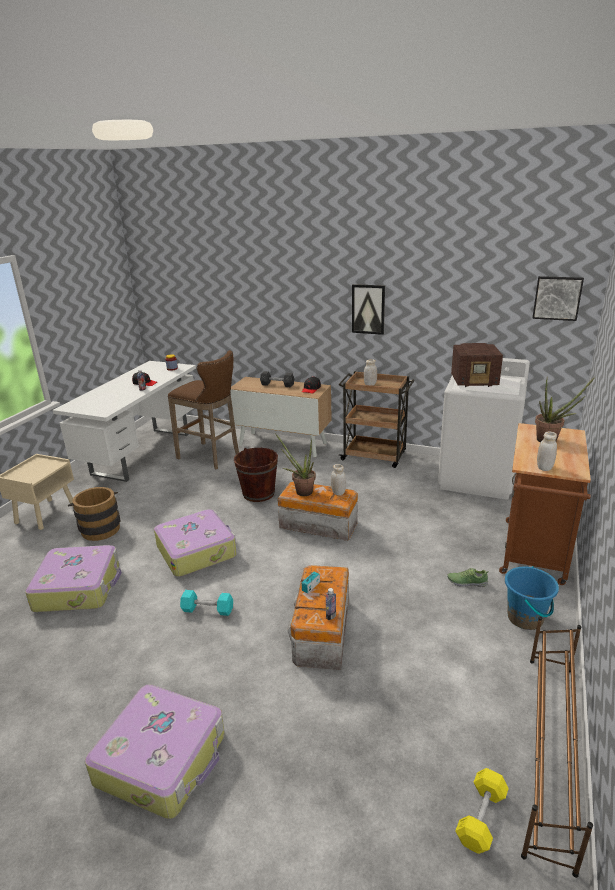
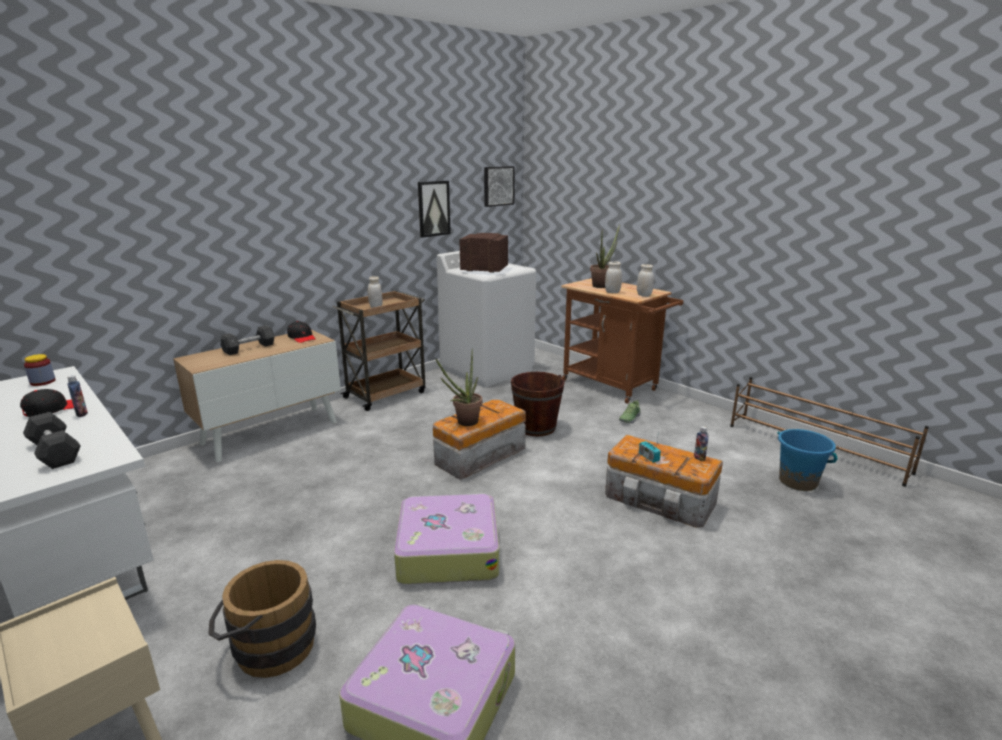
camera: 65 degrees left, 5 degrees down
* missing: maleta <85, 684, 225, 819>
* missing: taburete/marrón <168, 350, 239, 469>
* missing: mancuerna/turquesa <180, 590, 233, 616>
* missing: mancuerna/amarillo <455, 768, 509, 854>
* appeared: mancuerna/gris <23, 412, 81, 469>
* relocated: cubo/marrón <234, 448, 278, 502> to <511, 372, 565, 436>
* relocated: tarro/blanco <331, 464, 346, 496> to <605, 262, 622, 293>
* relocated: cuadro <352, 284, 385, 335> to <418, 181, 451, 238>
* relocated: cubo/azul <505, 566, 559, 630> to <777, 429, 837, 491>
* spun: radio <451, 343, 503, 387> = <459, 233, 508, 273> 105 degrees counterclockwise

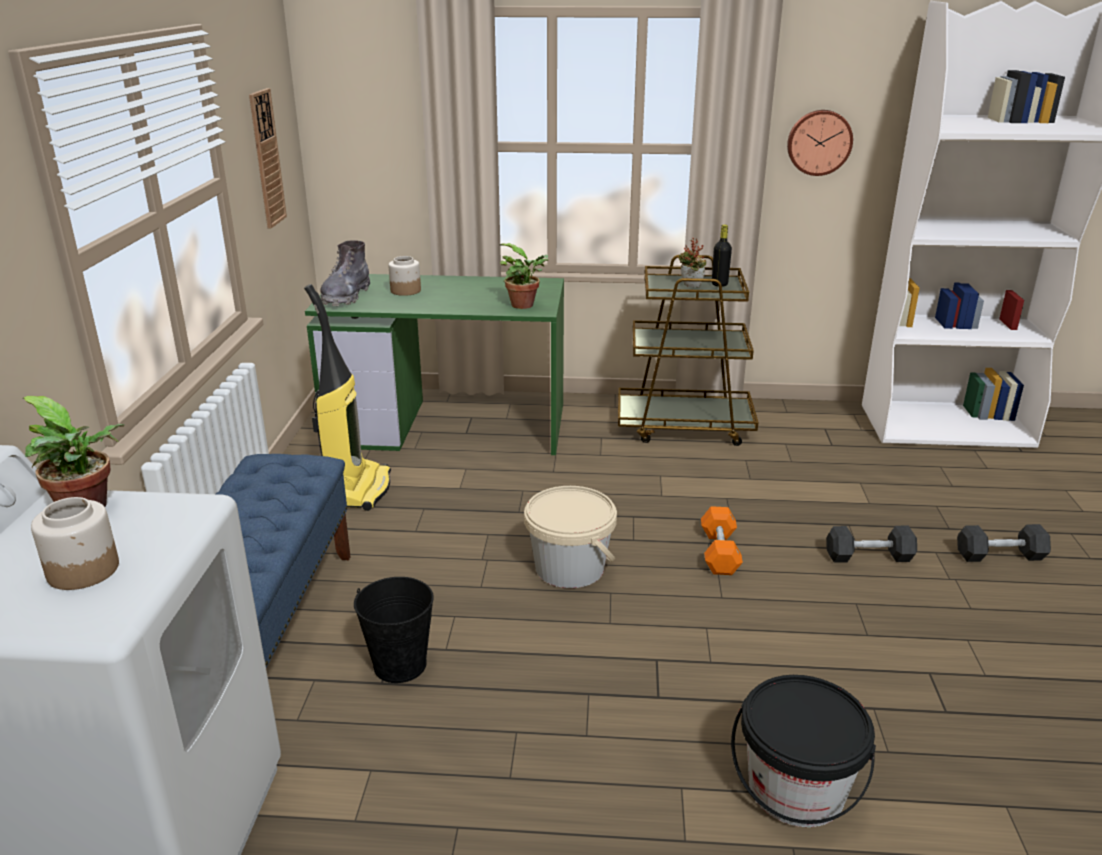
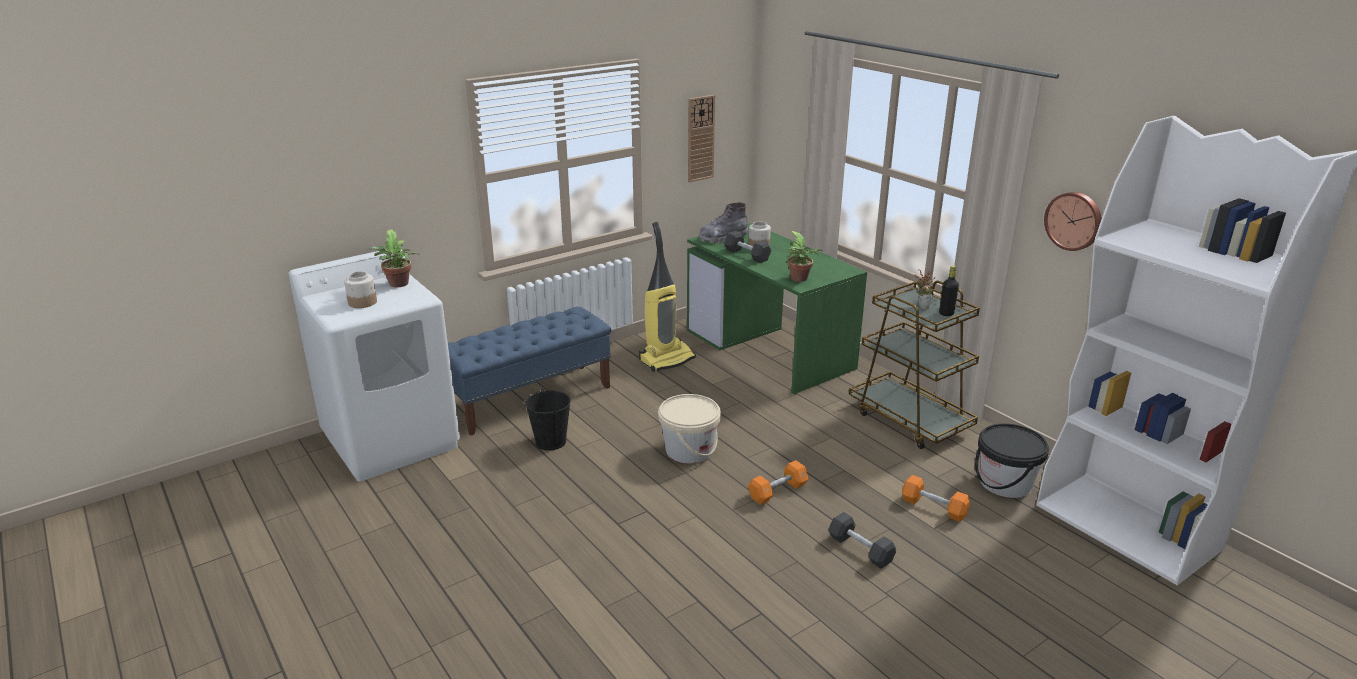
camera: 50 degrees right, 0 degrees up
* appeared: mancuerna/naranja <902, 475, 970, 522>
* relocated: cubo/negro <731, 675, 876, 827> to <975, 423, 1049, 498>
* relocated: mancuerna/negro <957, 524, 1051, 562> to <724, 231, 772, 263>

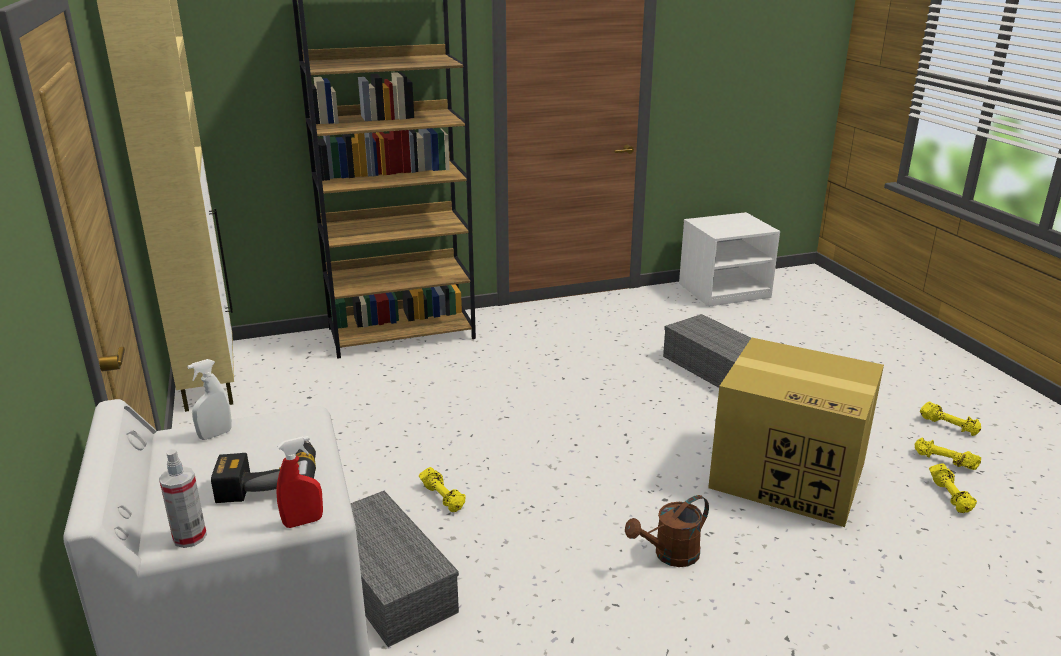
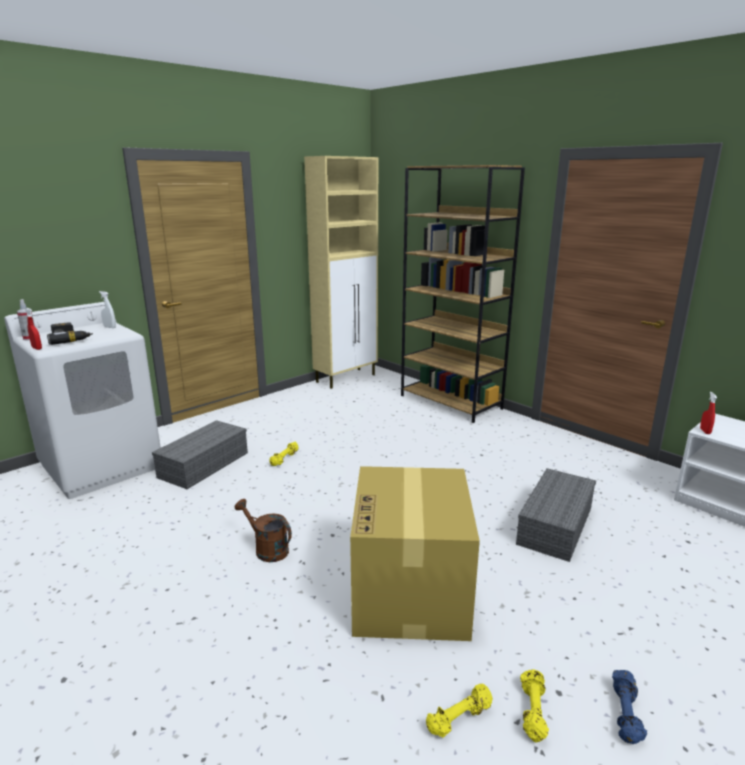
camera: 65 degrees right, 5 degrees down
* appeared: pulverizador/rojo <700, 392, 717, 434>
* colour: mancuerna/amarillo <920, 401, 981, 436> to mancuerna/azul <612, 670, 647, 744>

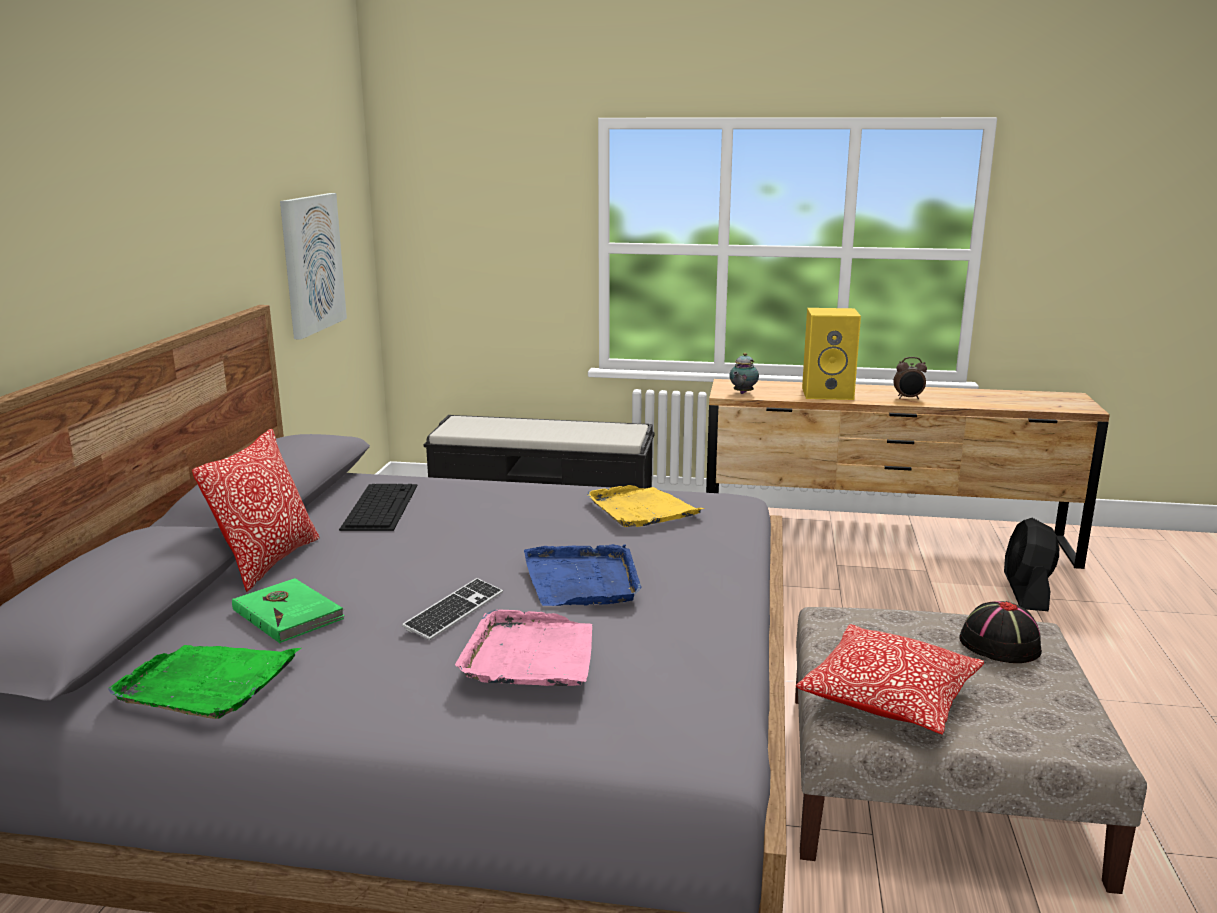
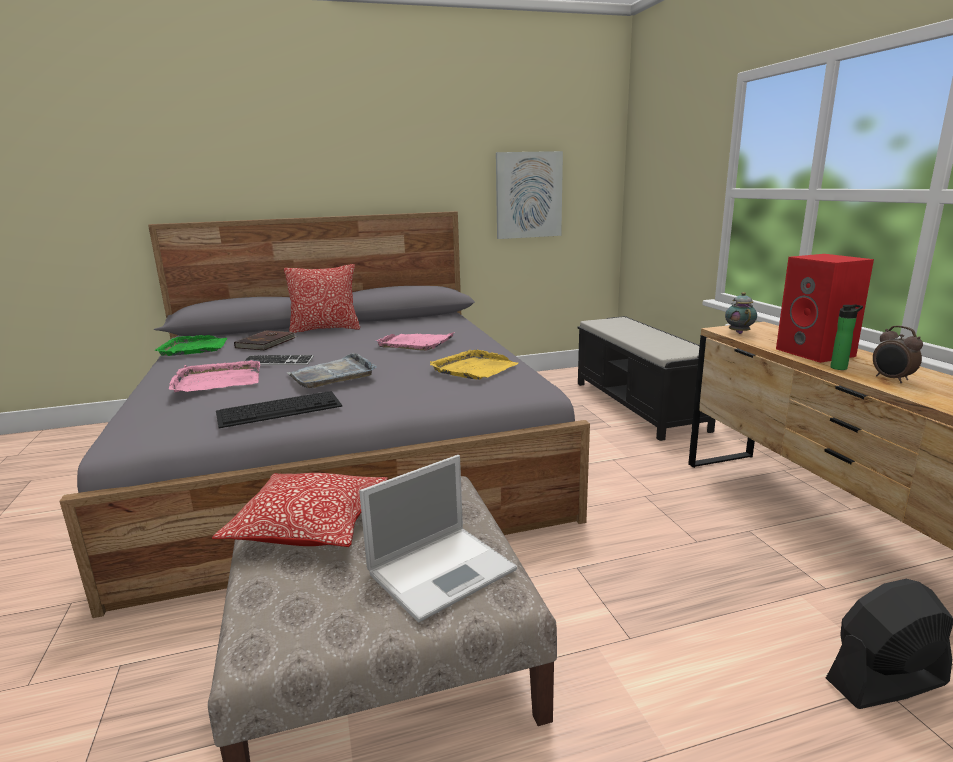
camera: 65 degrees right, 0 degrees up
* appeared: bandeja/rosa <376, 332, 455, 351>
* appeared: botella <830, 304, 863, 370>
* relocated: teclado <339, 484, 418, 531> to <216, 391, 343, 428>
* exchanged: sombrero/negro <959, 601, 1042, 663> to portátil <359, 455, 517, 623>
* colour: libro/verde <232, 578, 345, 643> to libro/marrón <234, 330, 298, 350>
* colour: bandeja/azul <524, 544, 641, 606> to bandeja/gris <287, 353, 377, 388>
* colour: altavoz/amarillo <802, 308, 861, 400> to altavoz/rojo <776, 254, 874, 363>
* spun: tetera <729, 353, 759, 394> = <725, 292, 757, 334> 90 degrees clockwise

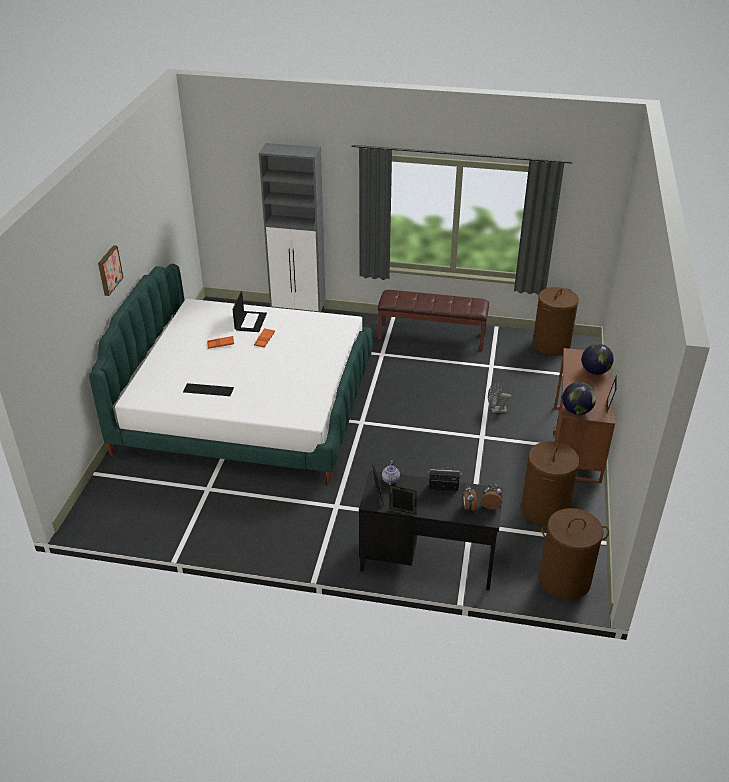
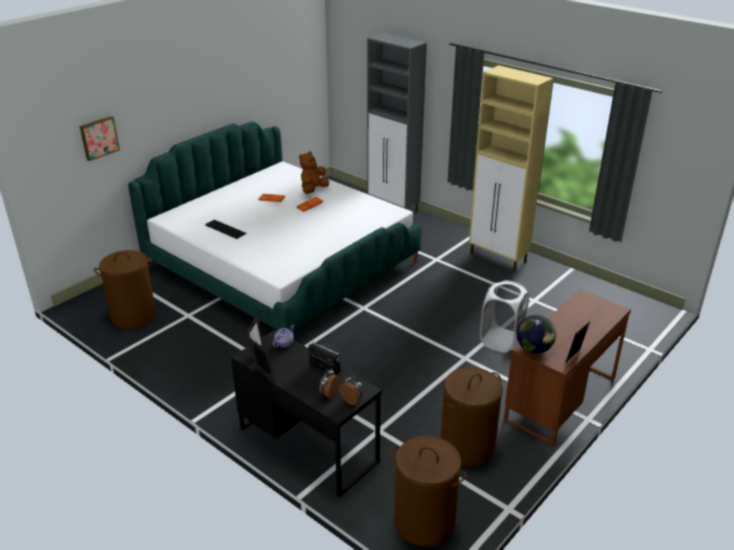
camera: 30 degrees right, 5 degrees down
* missing: globo terráqueo <581, 344, 614, 375>
* relocated: cuadro <98, 245, 124, 296> to <80, 116, 120, 161>
* relocated: cesto de la ropa/marrón <533, 287, 579, 355> to <94, 250, 156, 329>
* exchanged: portátil <233, 291, 267, 332> to peluche/marrón <299, 151, 329, 194>
* exchanged: banco/marrón <378, 290, 489, 351> to armario/beis <469, 65, 553, 271>
* exchanged: ventilador/gris <488, 382, 512, 413> to cesto de la ropa/blanco <480, 280, 529, 353>

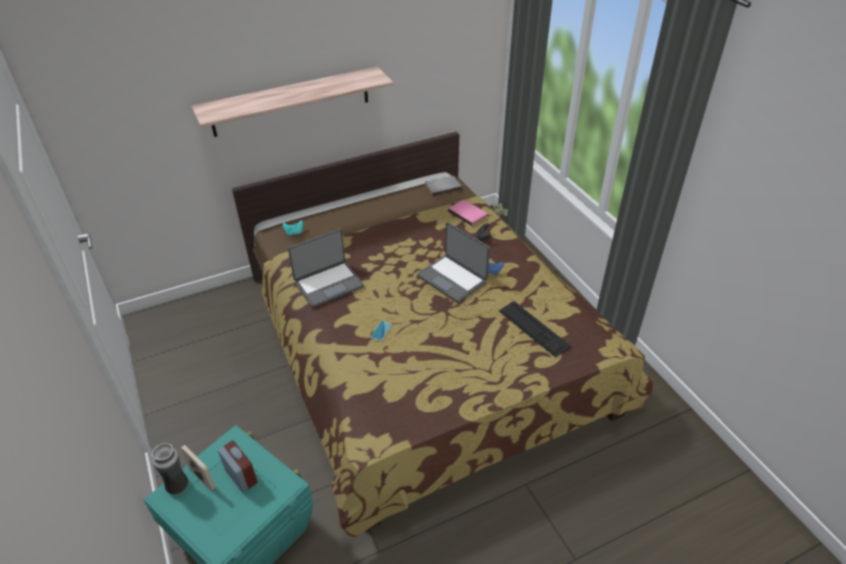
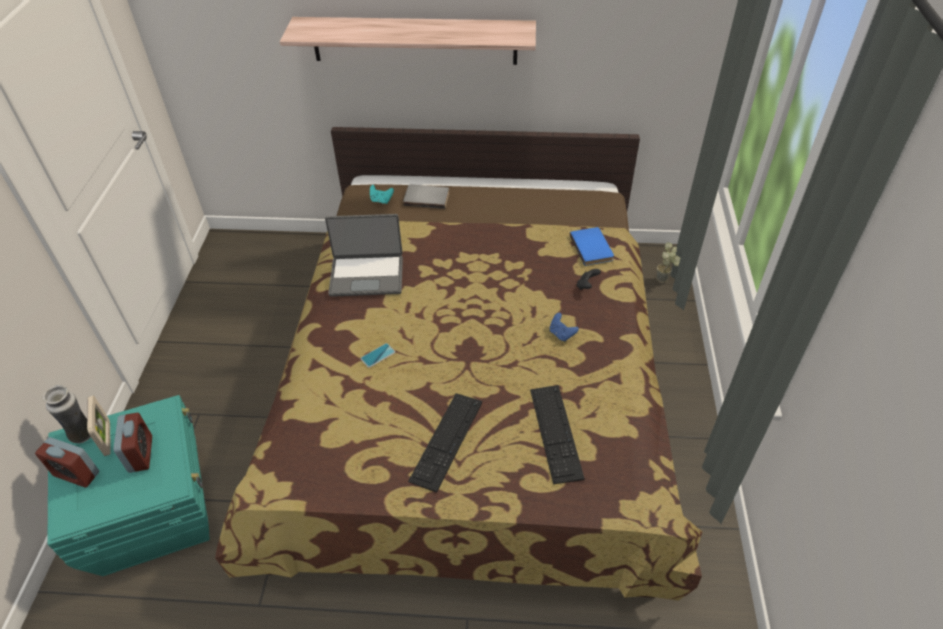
camera: 30 degrees right, 5 degrees up
* missing: portátil <417, 222, 490, 303>
* appeared: despertador <35, 437, 99, 487>
* appeared: teclado <408, 393, 482, 493>
* relocated: libro/gris <425, 176, 462, 196> to <403, 185, 449, 209>
* colour: libro/rosa <448, 200, 487, 226> to libro/azul <570, 227, 614, 266>

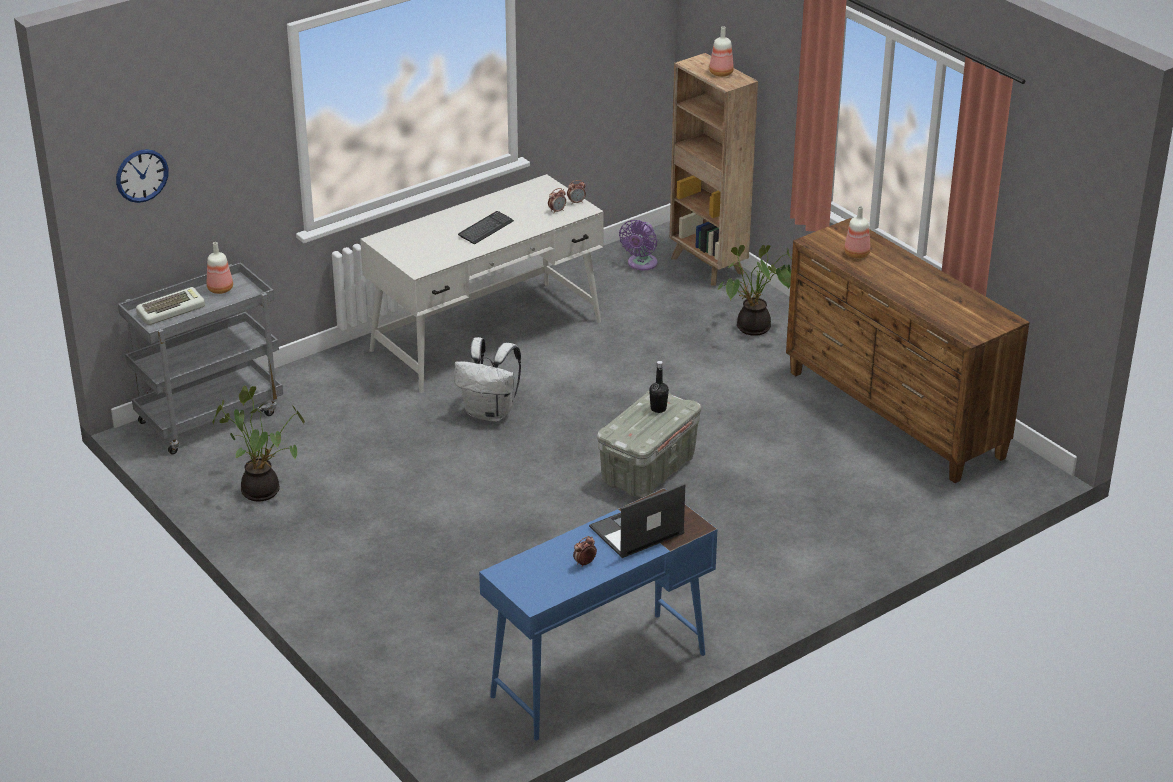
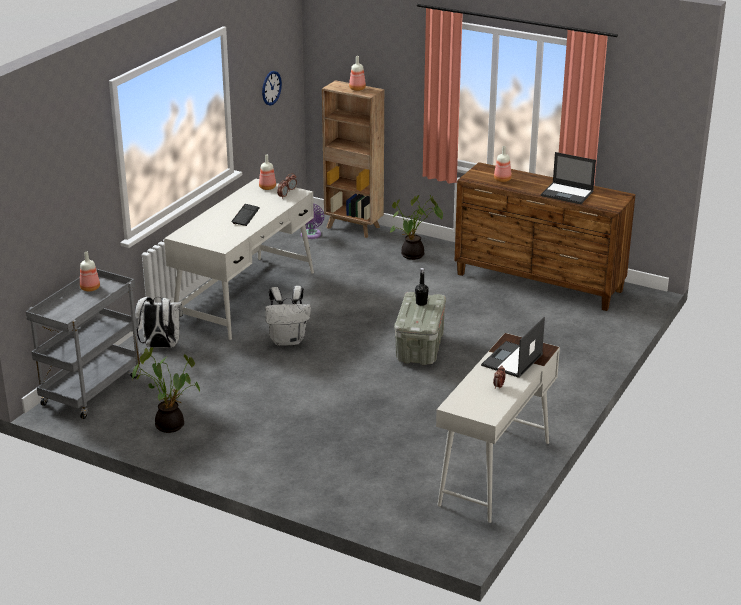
camera: 25 degrees left, 5 degrees down
* missing: teclado <136, 287, 205, 325>
* appeared: mochila/blanco <135, 297, 183, 348>
* appeared: botella <259, 155, 276, 190>
* appeared: portátil <541, 152, 596, 204>
* relocated: reloj de pared <116, 149, 169, 203> to <262, 71, 282, 106>
* colour: escritorio/azul <479, 488, 717, 740> to escritorio/blanco <436, 333, 560, 523>

